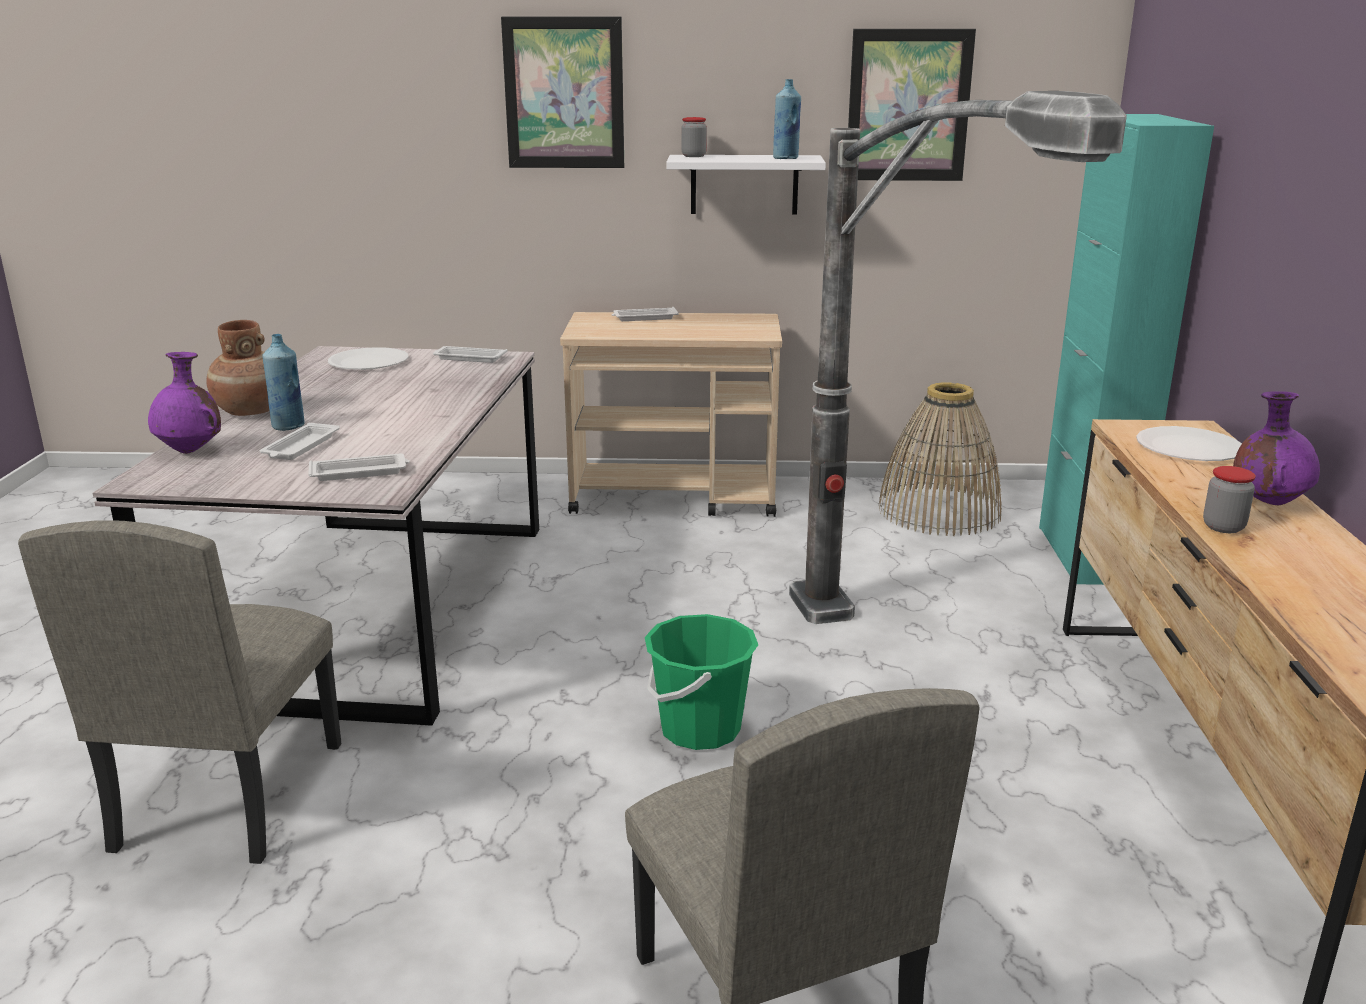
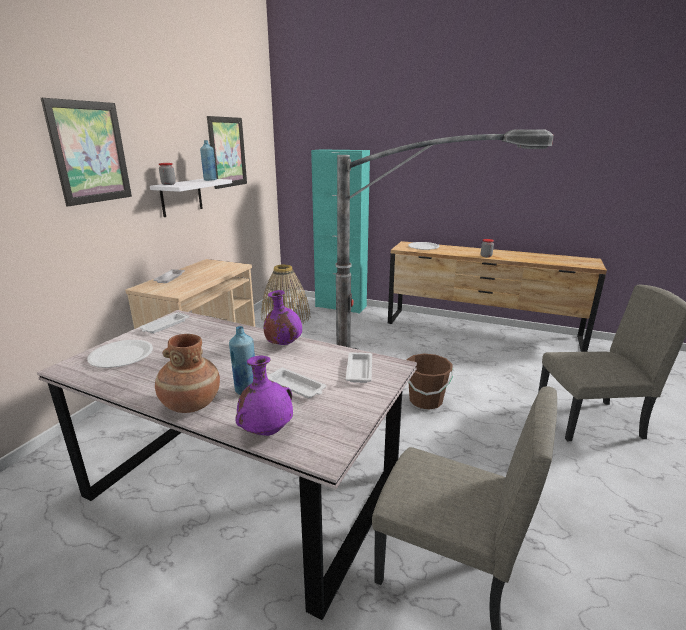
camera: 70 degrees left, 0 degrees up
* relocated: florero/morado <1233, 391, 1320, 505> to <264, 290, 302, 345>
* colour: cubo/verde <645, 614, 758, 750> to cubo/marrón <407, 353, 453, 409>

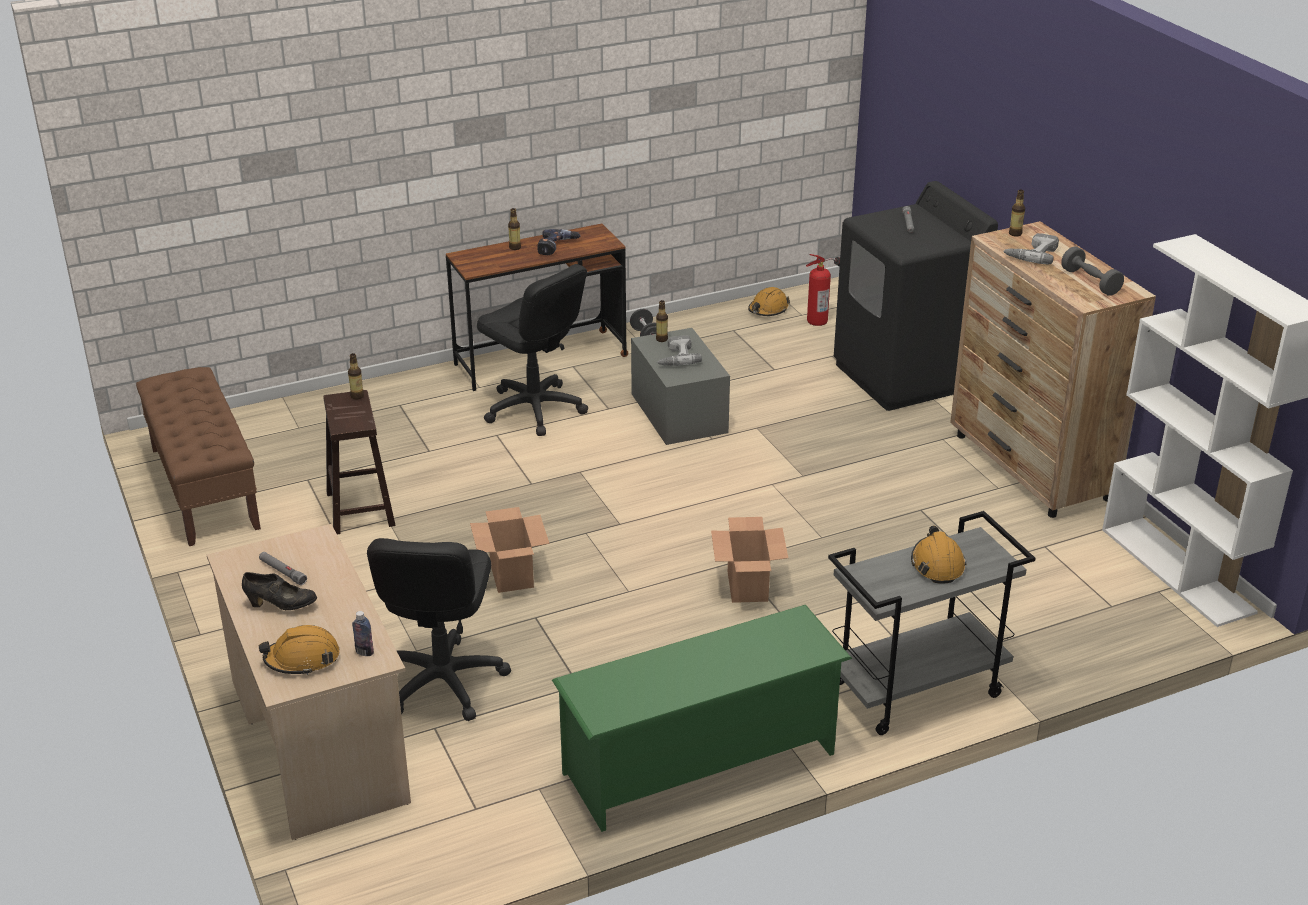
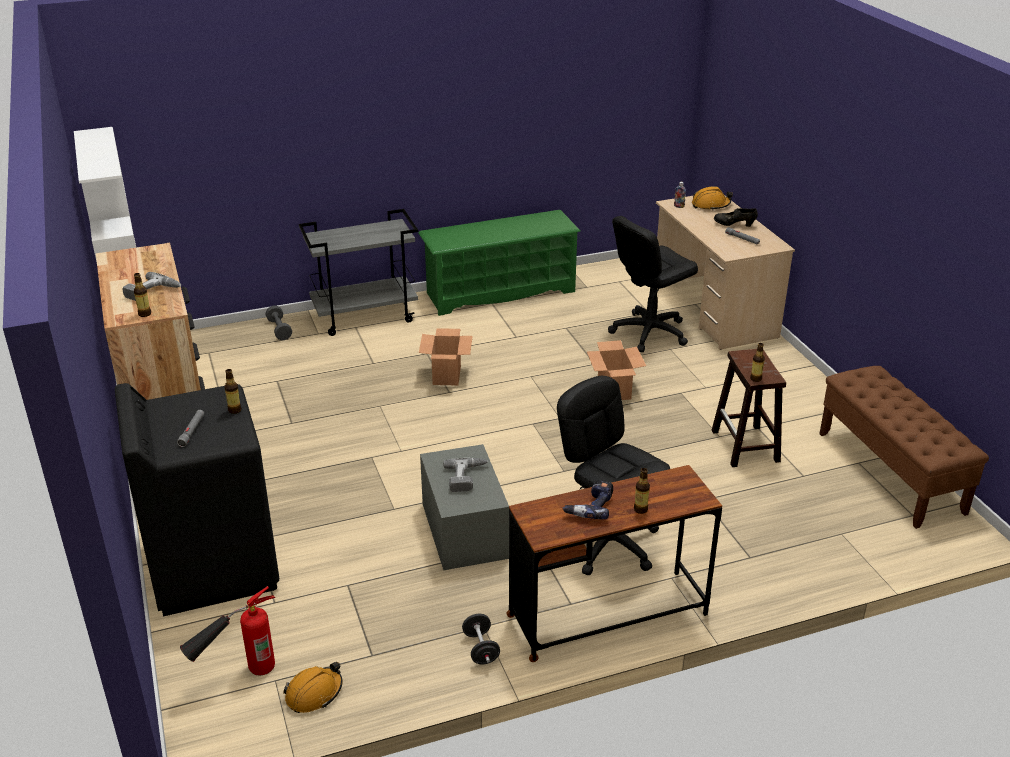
camera: 175 degrees left, 0 degrees up
* missing: casco/naranja <911, 525, 966, 584>
* relocated: botella <656, 300, 668, 342> to <224, 369, 242, 414>
* relocated: mancuerna/gris <1061, 247, 1124, 296> to <266, 306, 292, 340>
* spun: silla de oficina/negro <367, 538, 511, 721> = <608, 216, 698, 352> 135 degrees counterclockwise

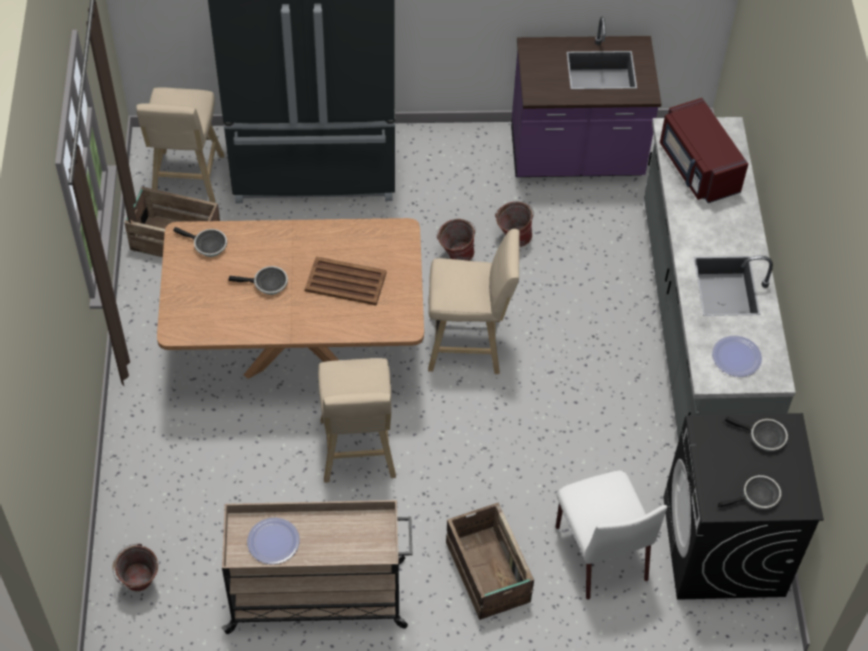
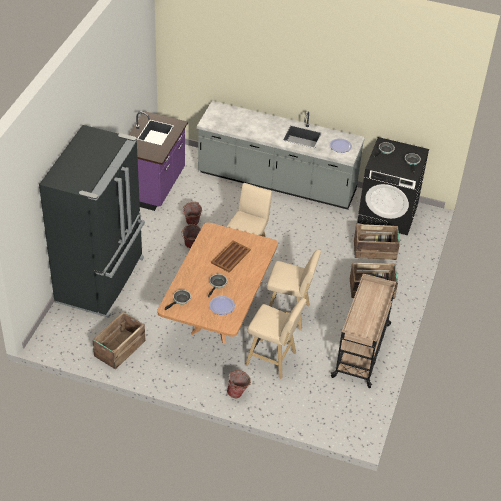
camera: 70 degrees left, 10 degrees down
* missing: microondas/rojo <660, 98, 748, 203>
* relocated: cubo <112, 544, 158, 591> to <227, 370, 251, 398>
* relocated: taburete/beis <137, 87, 224, 203> to <245, 298, 306, 379>
* relocated: plato <247, 517, 300, 564> to <209, 296, 235, 315>
* exchanged: silla/blanco <556, 470, 667, 599> to caja de embalaje <354, 224, 400, 260>

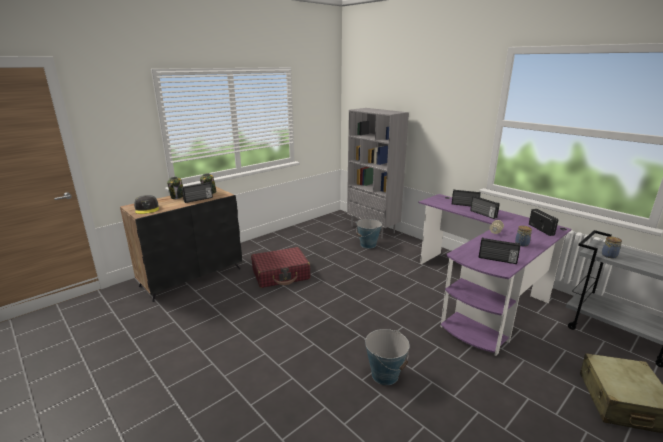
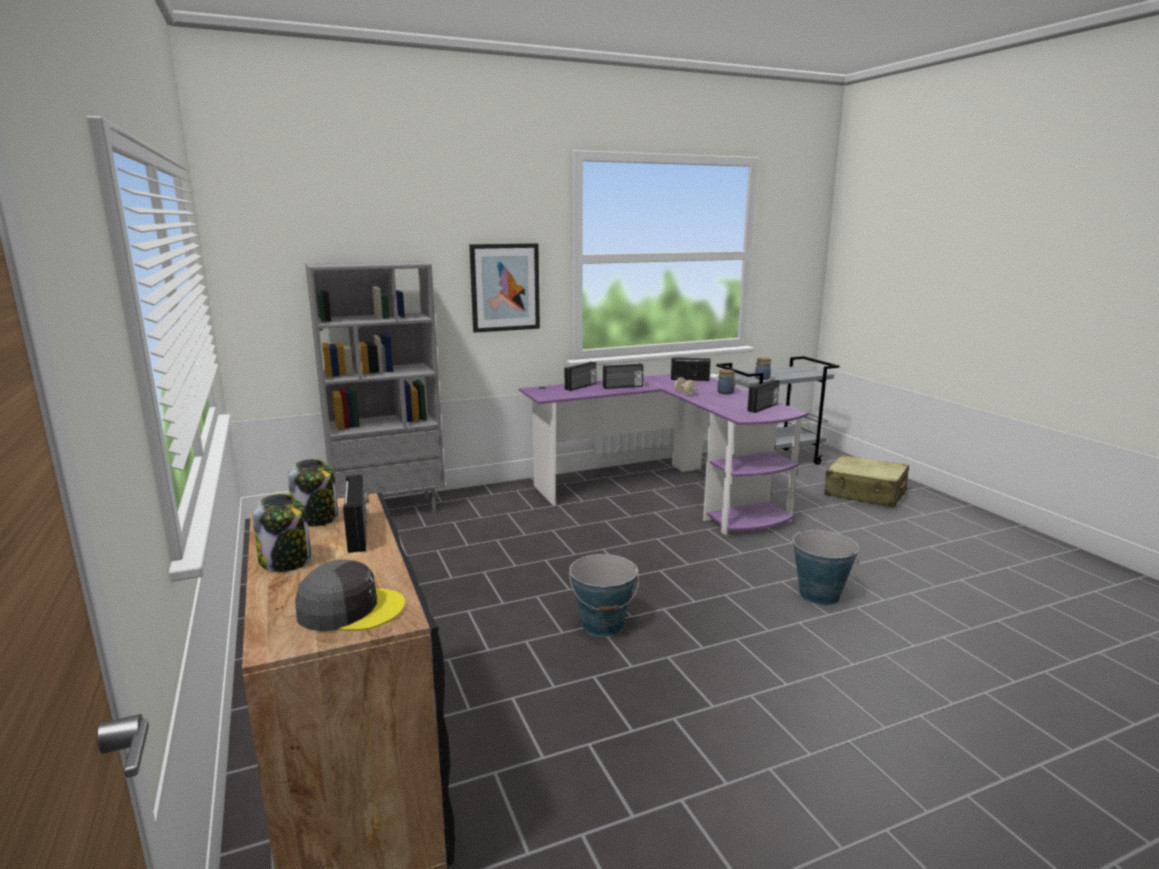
camera: 70 degrees left, 5 degrees down
* missing: maleta/rojo <251, 247, 310, 288>
* appeared: cuadro <469, 243, 540, 333>
* relocated: cubo <356, 219, 382, 249> to <569, 554, 639, 637>

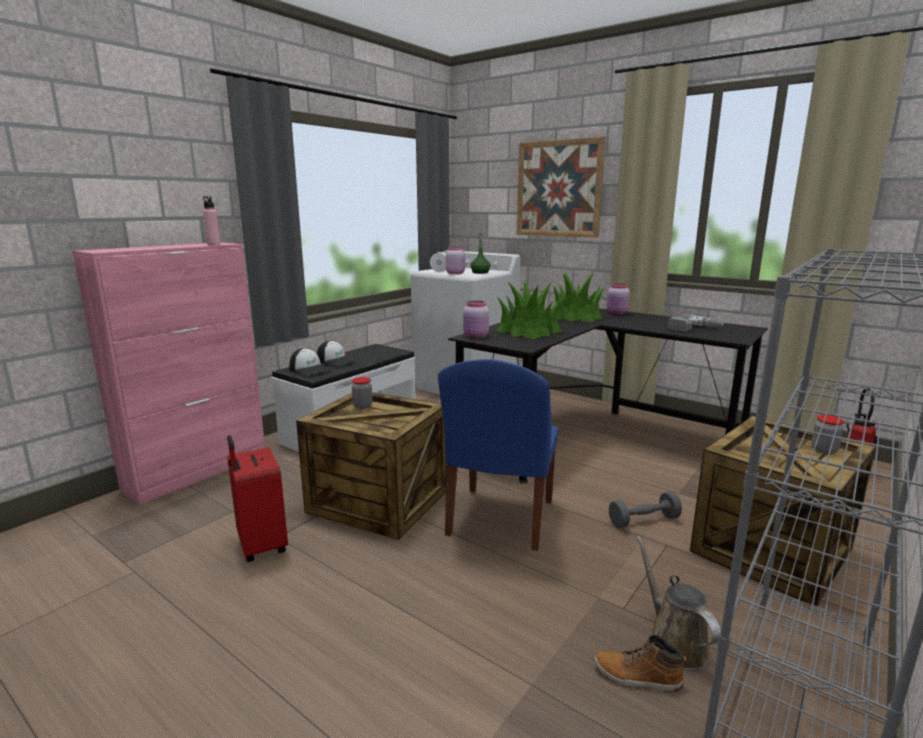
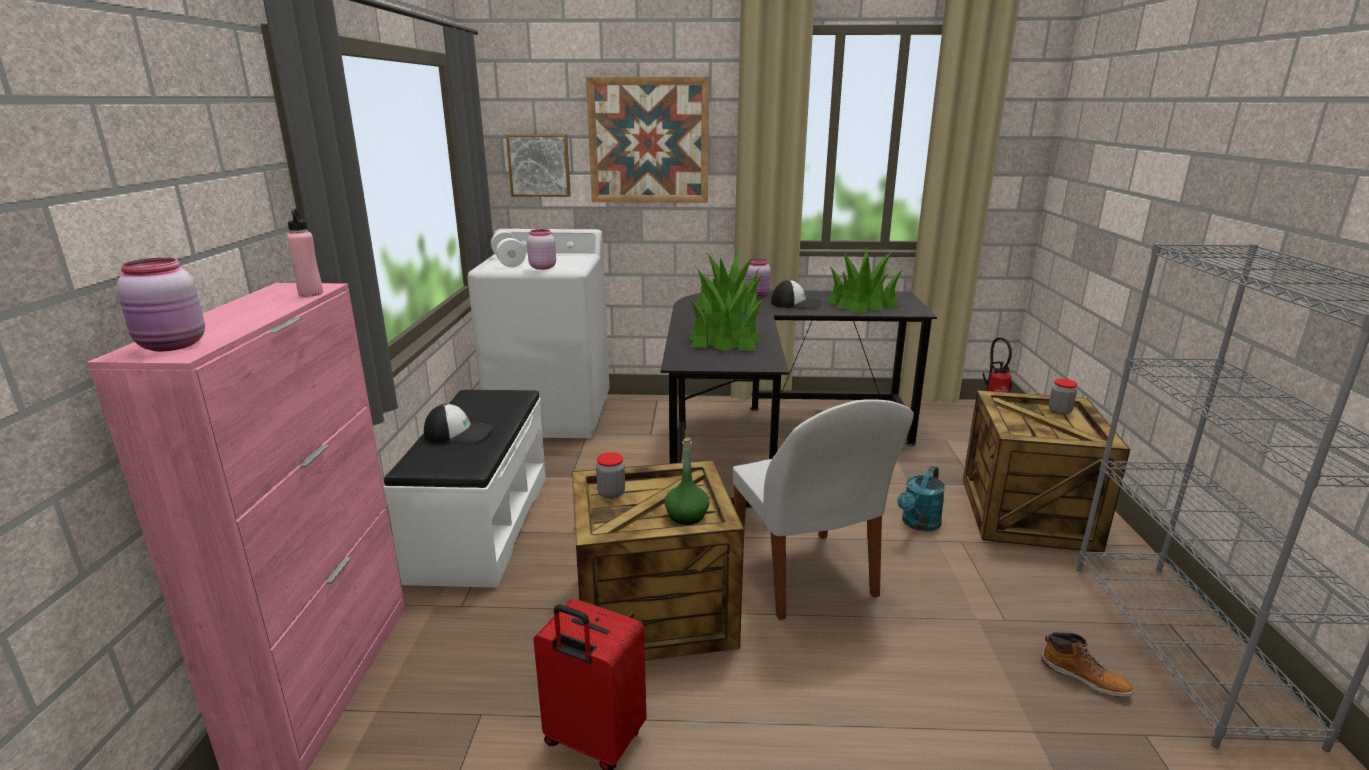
camera: 35 degrees left, 5 degrees up
* missing: regadera/marrón <636, 536, 721, 671>
* appeared: cuadro <506, 134, 571, 197>
* relocated: gorra <289, 348, 330, 376> to <771, 280, 822, 309>
* relocated: tarro/rosa <463, 300, 489, 338> to <117, 258, 205, 351>
* relocated: botella/verde <470, 233, 491, 274> to <664, 438, 709, 525>
* exchanged: mancuerna/gris <609, 491, 682, 528> to regadera/turquesa <897, 466, 946, 531>
* exchanged: taladro <668, 314, 724, 332> to planta en maceta <827, 247, 902, 313>
* colour: silla/azul <438, 359, 558, 551> to silla/blanco <733, 399, 914, 620>
* spun: bota <595, 635, 687, 692> = <1041, 632, 1134, 697> 120 degrees counterclockwise

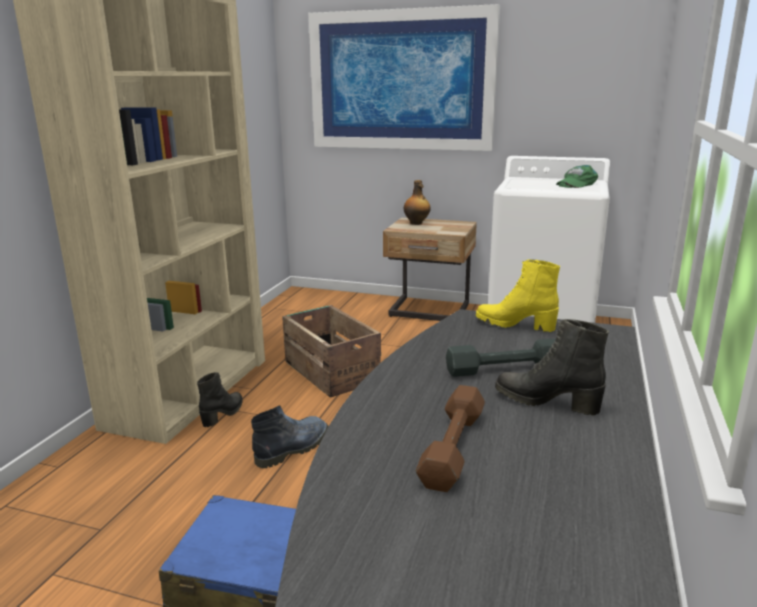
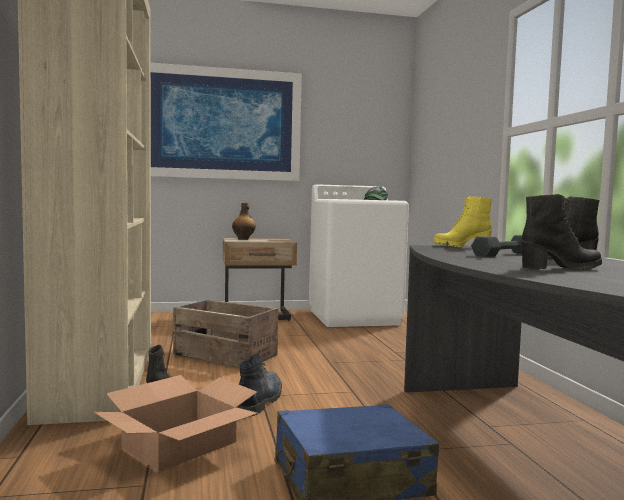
camera: 30 degrees left, 15 degrees down
* appeared: caja de cartón <94, 375, 257, 472>
* exchanged: mancuerna/marrón <416, 385, 485, 492> to bota/negro <521, 194, 602, 270>

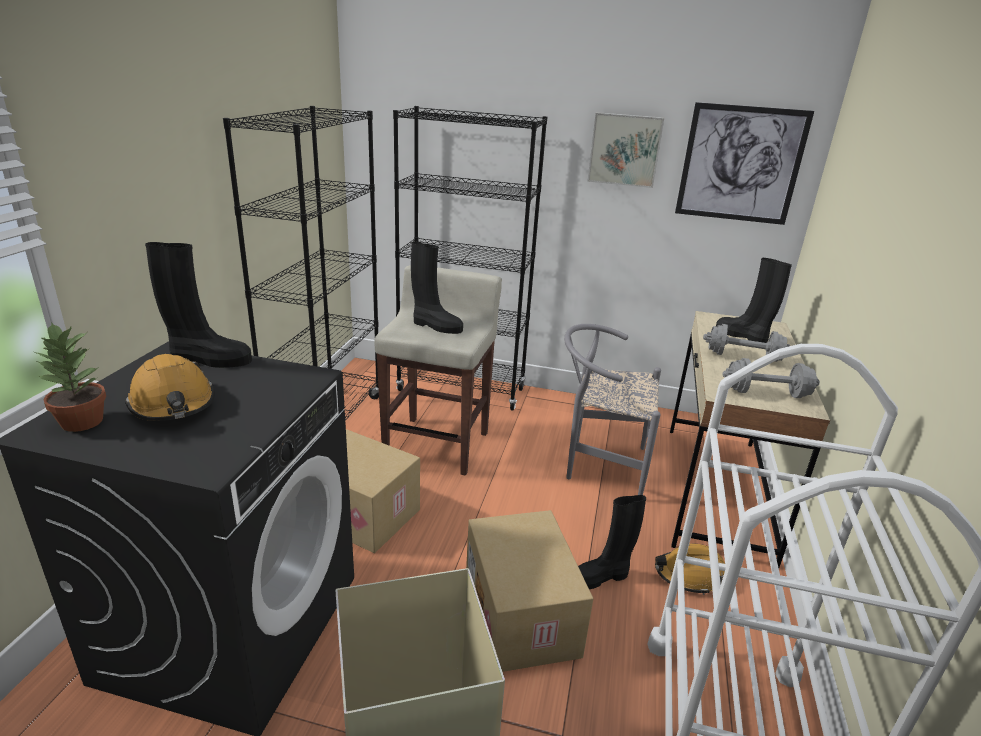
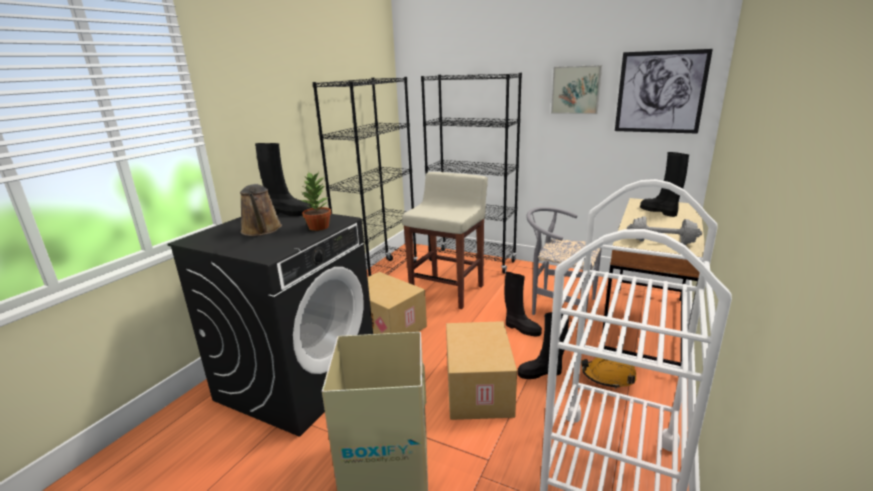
camera: 15 degrees right, 5 degrees down
* missing: mancuerna/gris <703, 324, 790, 362>
* relocated: planta en maceta <35, 322, 106, 432> to <301, 172, 331, 231>
* relocated: bota/negro <411, 242, 463, 334> to <505, 272, 542, 336>
* exchanged: casco/naranja <125, 354, 215, 421> to regadera/marrón <240, 184, 282, 236>

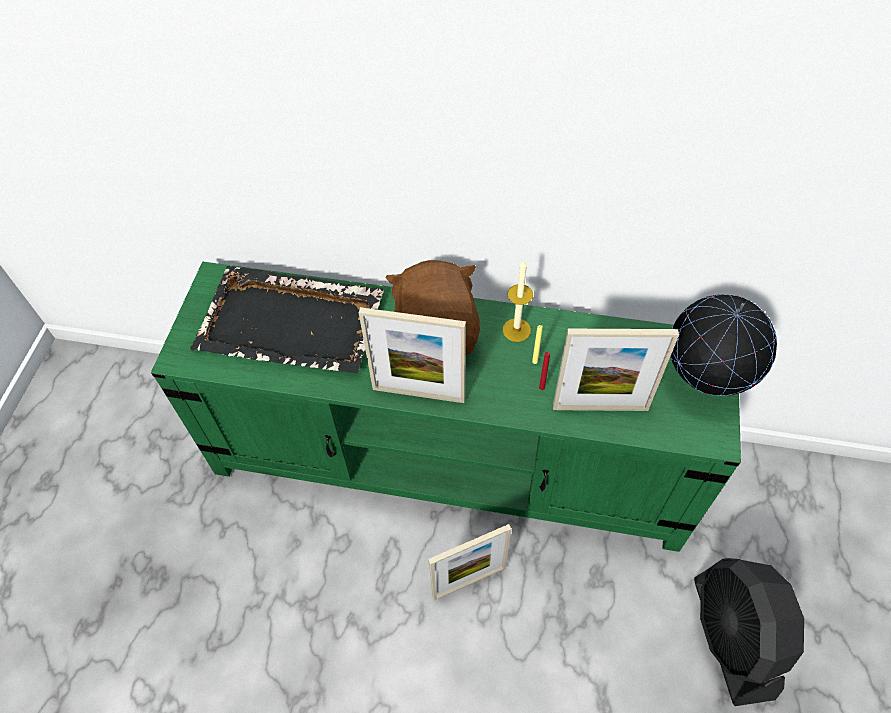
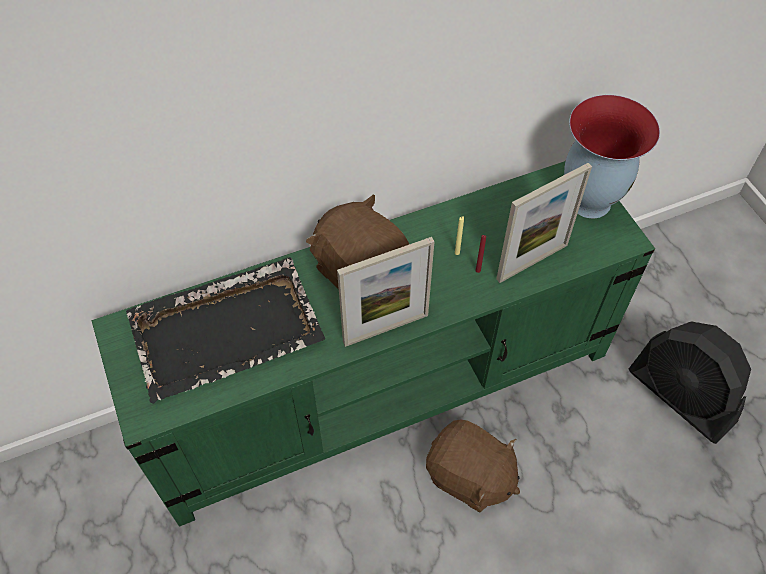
camera: 35 degrees left, 0 degrees up
* missing: vela <503, 261, 533, 342>
* exchanged: portarretratos <428, 524, 511, 601> to peluche/marrón <426, 420, 520, 513>
* exchanged: globo terráqueo <670, 294, 777, 396> to florero <564, 95, 660, 218>

